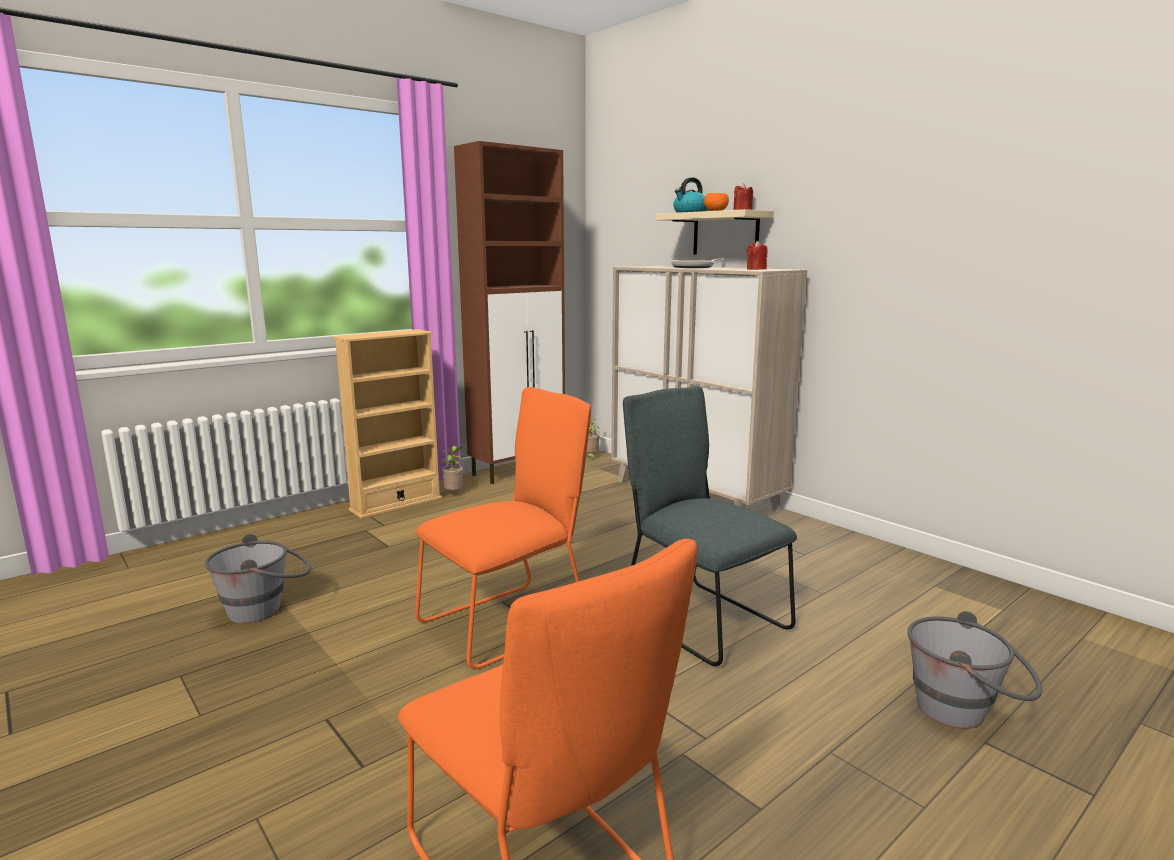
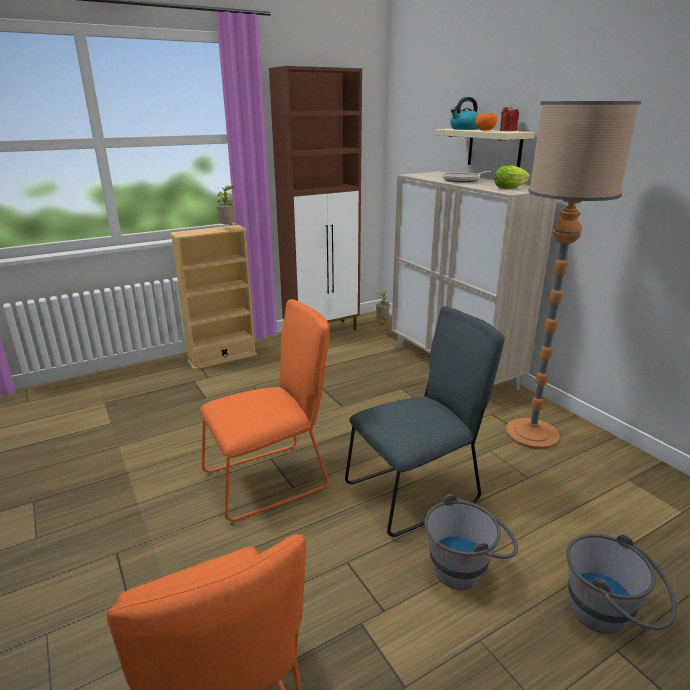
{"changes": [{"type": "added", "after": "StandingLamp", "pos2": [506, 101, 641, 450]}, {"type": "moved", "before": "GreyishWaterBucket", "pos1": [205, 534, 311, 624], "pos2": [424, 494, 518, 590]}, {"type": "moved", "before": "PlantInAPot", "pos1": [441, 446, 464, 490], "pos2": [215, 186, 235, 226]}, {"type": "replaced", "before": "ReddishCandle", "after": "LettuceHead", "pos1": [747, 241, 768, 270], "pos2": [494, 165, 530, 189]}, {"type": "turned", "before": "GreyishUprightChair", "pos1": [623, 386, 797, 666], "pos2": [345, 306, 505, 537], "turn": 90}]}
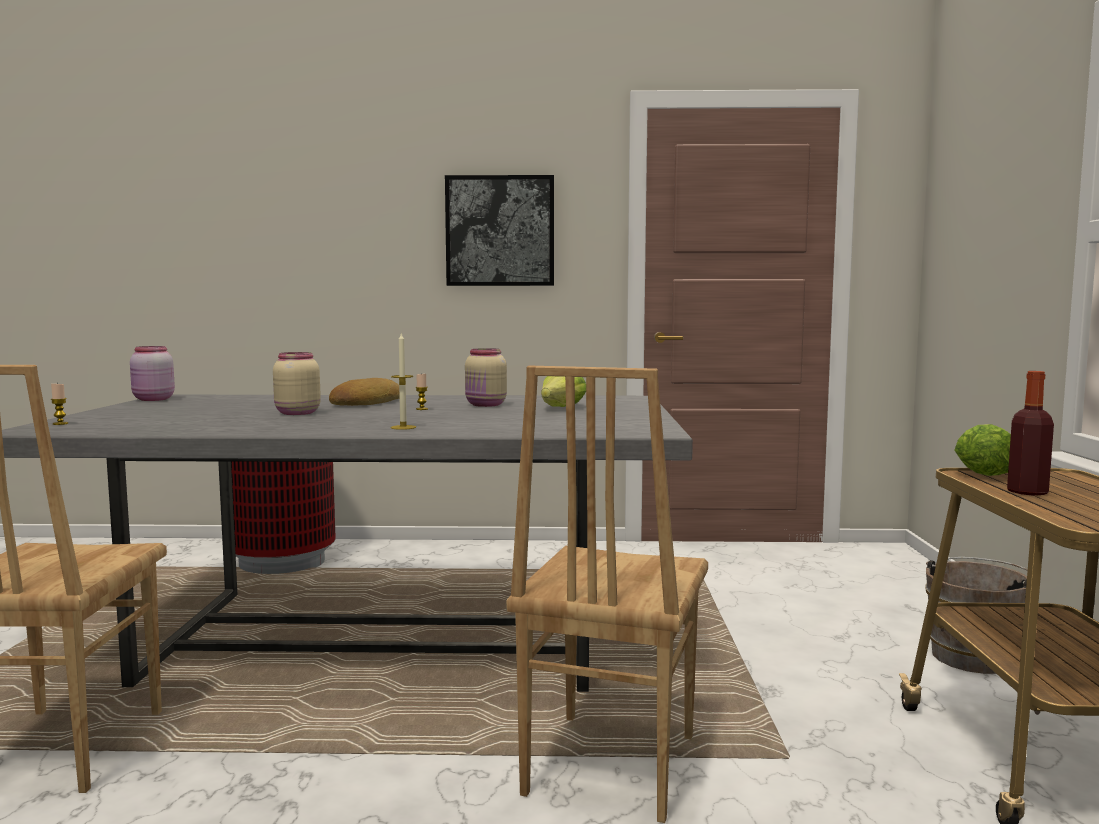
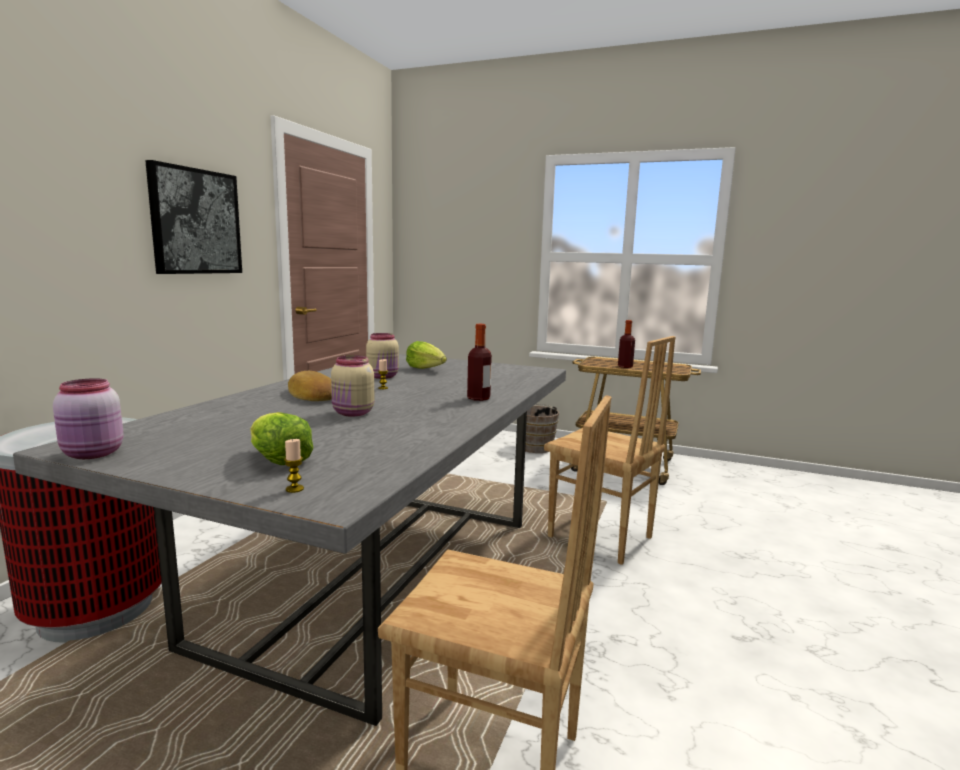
{"changes": [{"type": "moved", "before": "LettuceHead", "pos1": [954, 424, 1011, 476], "pos2": [250, 412, 313, 465]}, {"type": "replaced", "before": "Candle", "after": "Bottle", "pos1": [391, 333, 416, 430], "pos2": [467, 324, 492, 401]}]}
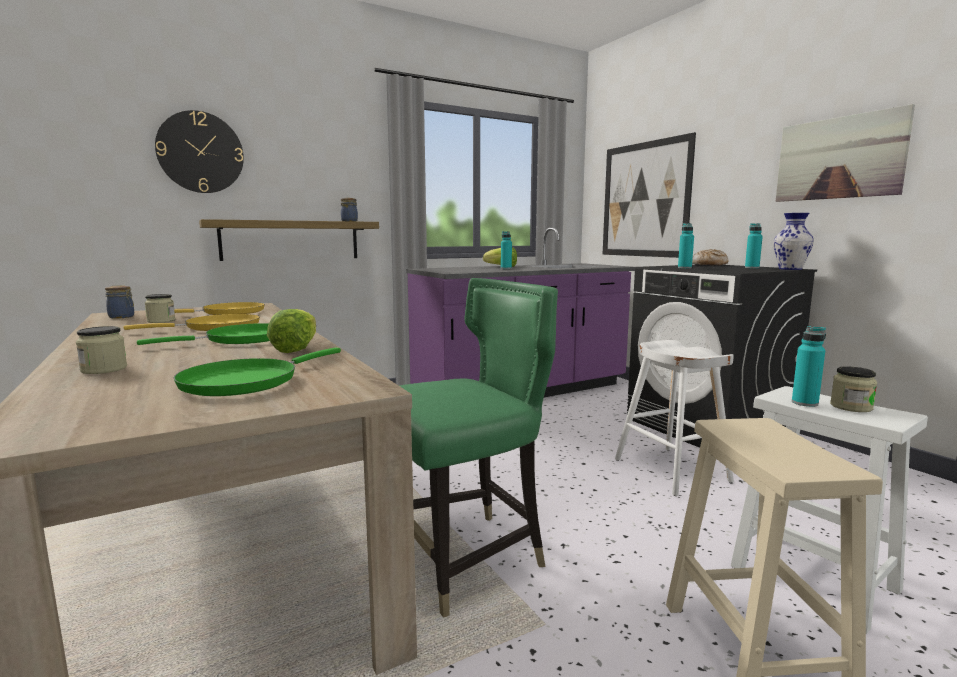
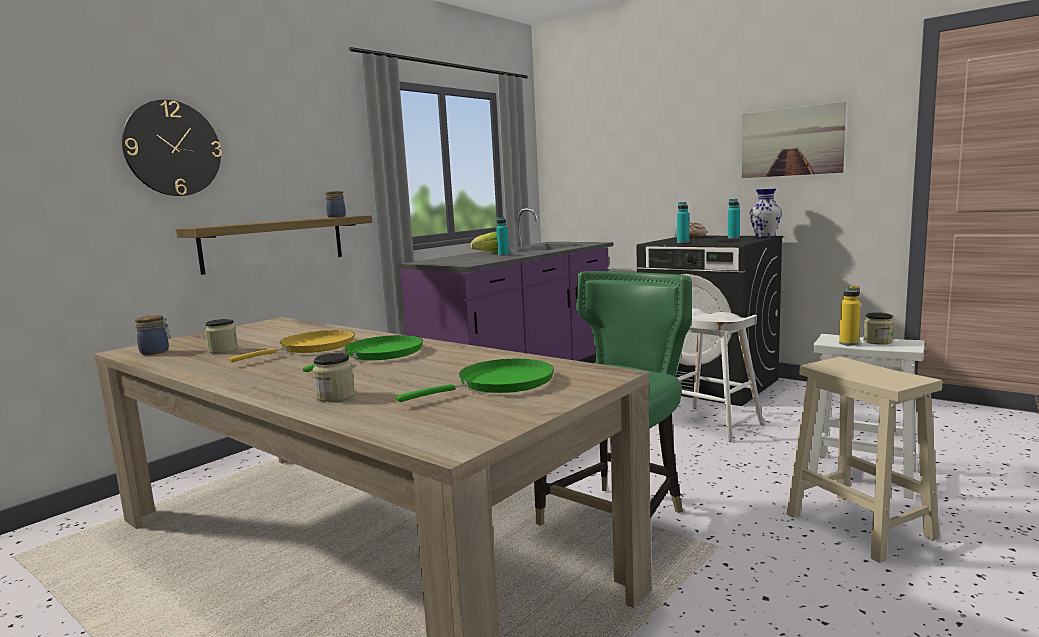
{"changes": [{"type": "removed", "before": "YellowishFryingPan", "pos1": [174, 302, 265, 315]}, {"type": "removed", "before": "LettuceHead", "pos1": [267, 309, 316, 353]}, {"type": "removed", "before": "WallArt", "pos1": [602, 132, 696, 258]}, {"type": "recoloured", "before": "TurquoiseBottle", "after": "YellowishBottle", "pos1": [792, 326, 826, 407], "pos2": [839, 286, 861, 346]}, {"type": "turned", "before": "GreenishFryingPan", "pos1": [174, 347, 341, 396], "pos2": [396, 359, 554, 402], "turn": -135}]}
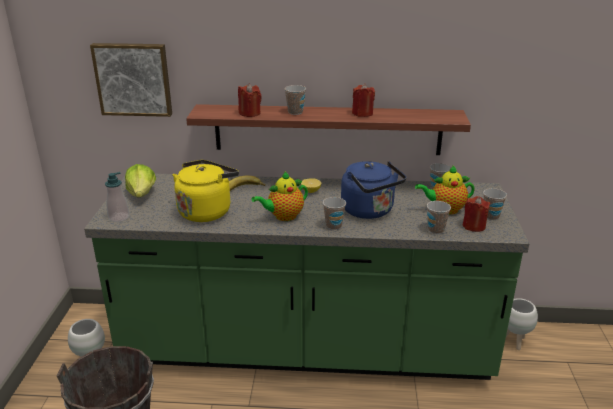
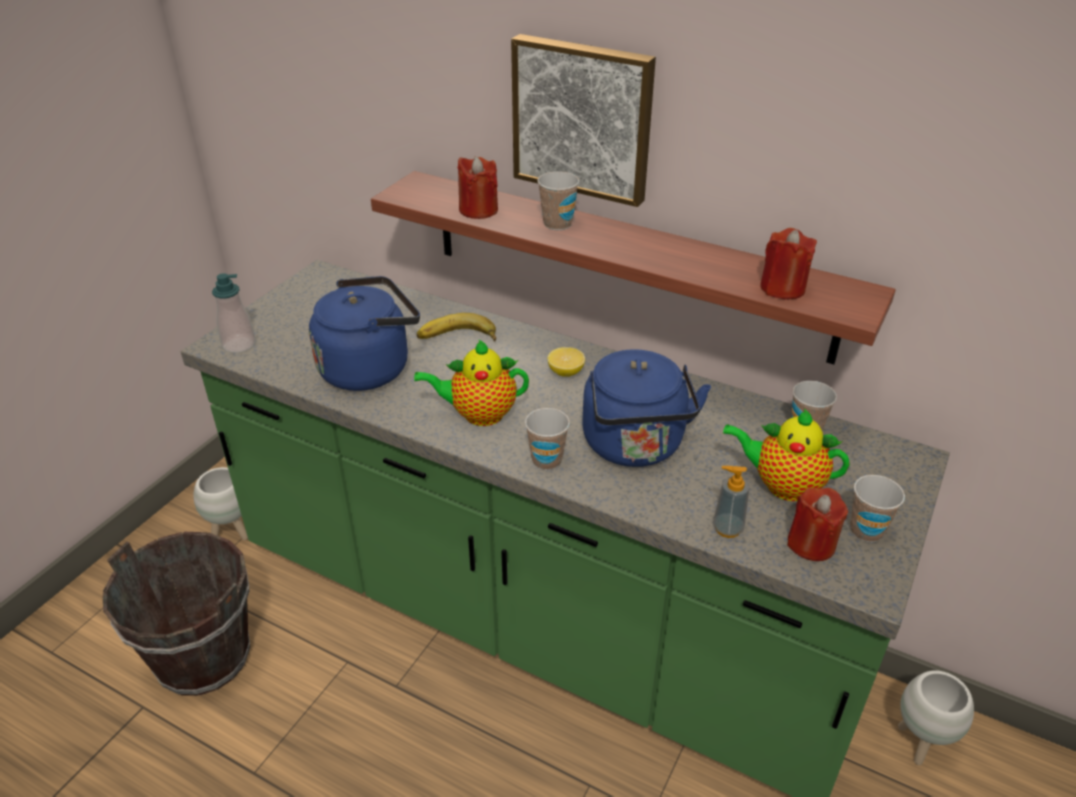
{"changes": [{"type": "removed", "before": "LettuceHead", "pos1": [125, 164, 156, 197]}, {"type": "moved", "before": "WallArt", "pos1": [90, 43, 172, 117], "pos2": [511, 34, 656, 207]}, {"type": "moved", "before": "ReddishCandle", "pos1": [352, 83, 375, 117], "pos2": [760, 228, 817, 299]}, {"type": "replaced", "before": "DrinkingCup", "after": "SoapBottle", "pos1": [427, 201, 451, 234], "pos2": [713, 466, 750, 538]}, {"type": "recoloured", "before": "YellowishWaterKettle", "after": "BlueColouredWaterKettle", "pos1": [173, 160, 239, 222], "pos2": [309, 276, 420, 391]}]}
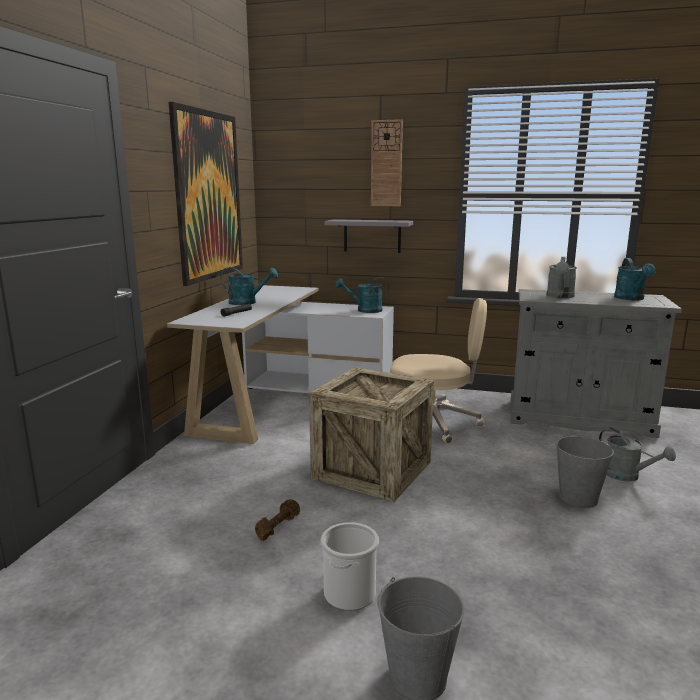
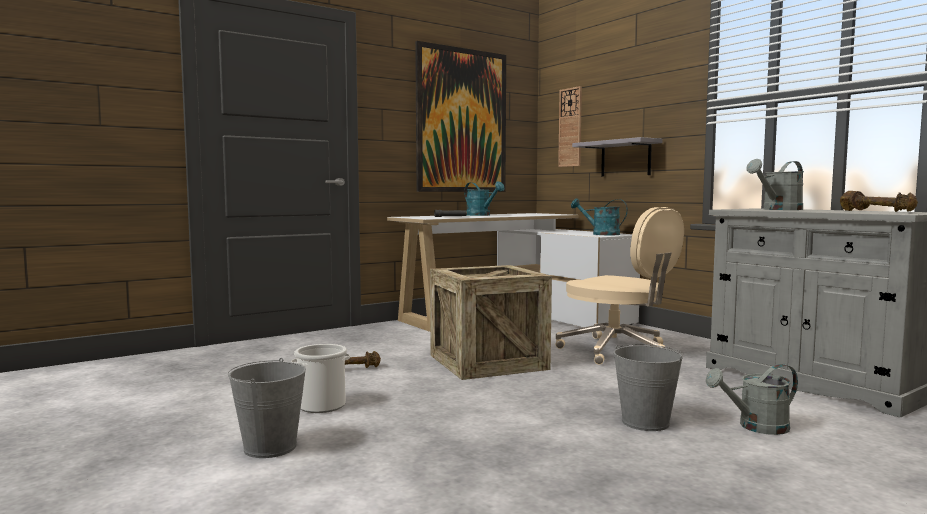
{"changes": [{"type": "moved", "before": "WallClock", "pos1": [371, 119, 403, 206], "pos2": [558, 86, 582, 167]}, {"type": "replaced", "before": "TurquoiseSprinklingCan", "after": "BrownColouredHandWeight", "pos1": [614, 258, 656, 300], "pos2": [840, 191, 918, 212]}, {"type": "turned", "before": "GreyishSprinklingCan", "pos1": [599, 428, 676, 482], "pos2": [706, 364, 798, 435], "turn": 75}]}
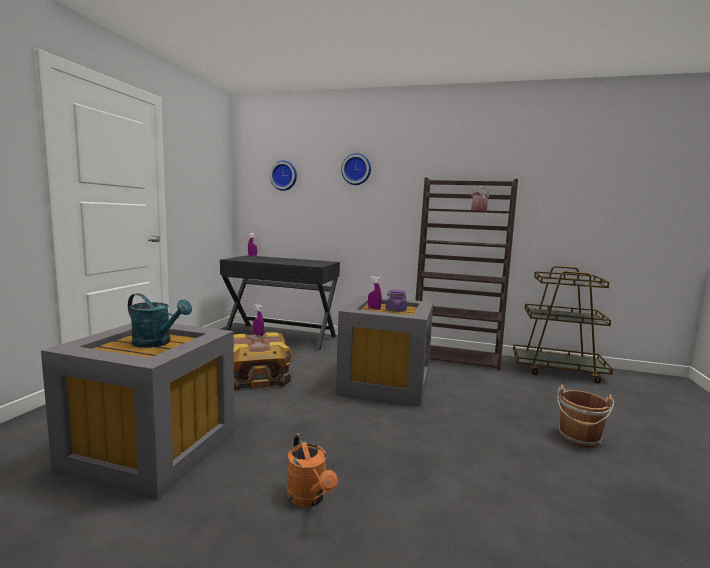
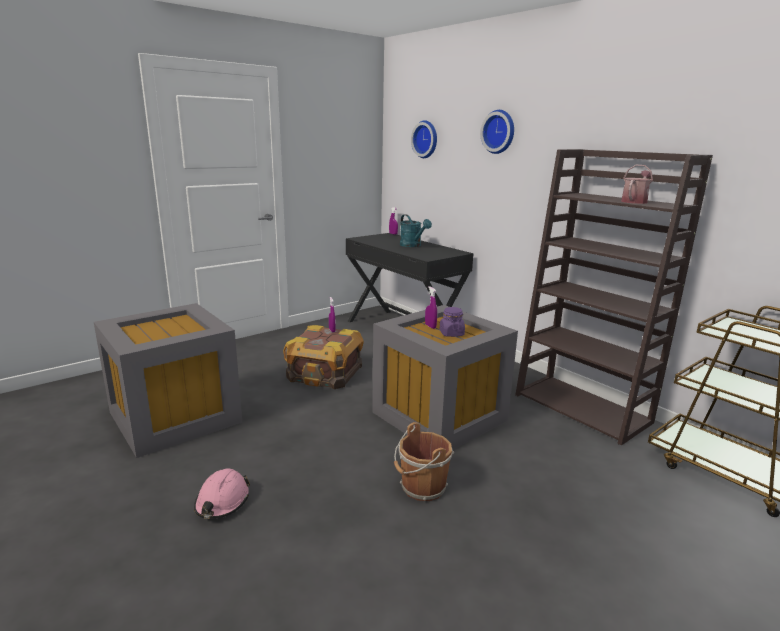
{"changes": [{"type": "moved", "before": "TurquoiseSprinklingCan", "pos1": [128, 293, 192, 348], "pos2": [400, 214, 432, 247]}, {"type": "moved", "before": "BrownColouredWaterBucket", "pos1": [557, 384, 614, 447], "pos2": [394, 422, 454, 501]}, {"type": "replaced", "before": "OrangeySprinklingCan", "after": "PinkWorkHelmet", "pos1": [287, 433, 338, 507], "pos2": [194, 468, 250, 519]}]}
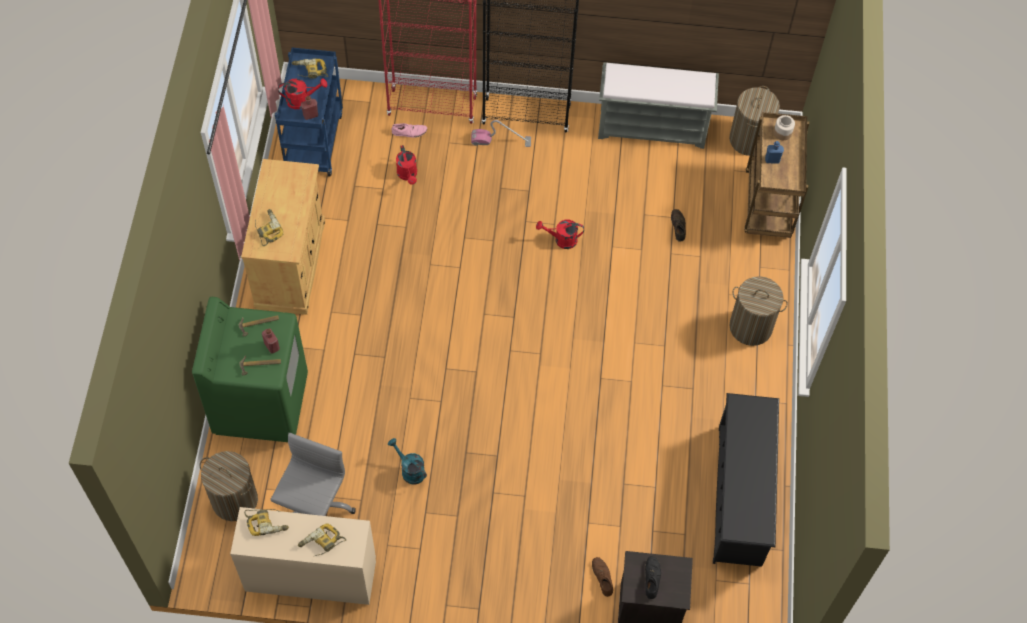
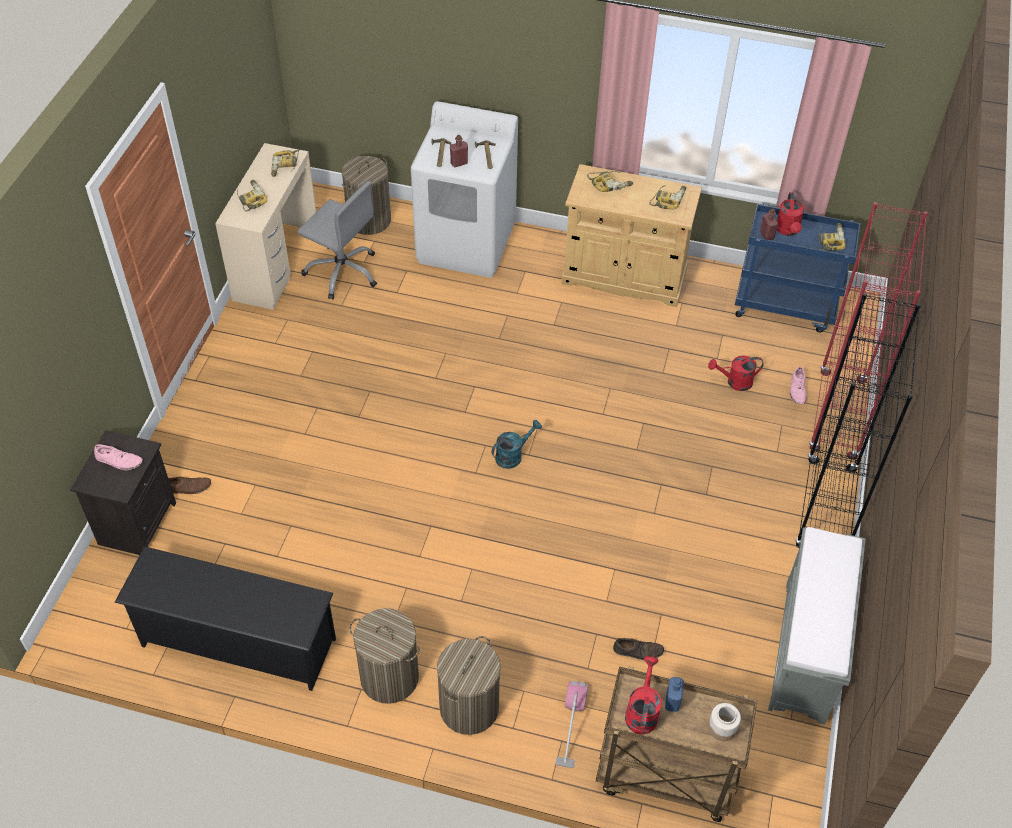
{"changes": [{"type": "added", "after": "Drill", "pos2": [649, 185, 686, 209]}, {"type": "moved", "before": "TurquoiseSprinklingCan", "pos1": [388, 438, 427, 485], "pos2": [492, 420, 542, 469]}, {"type": "moved", "before": "Vacuum", "pos1": [471, 120, 531, 147], "pos2": [555, 681, 588, 768]}, {"type": "moved", "before": "ReddishSprinklingCan", "pos1": [536, 220, 584, 249], "pos2": [625, 656, 662, 735]}, {"type": "moved", "before": "LaundryBasket", "pos1": [729, 86, 780, 156], "pos2": [350, 608, 420, 704]}, {"type": "recoloured", "before": "GreenishWashingMachine", "after": "WhiteWashingMachine", "pos1": [192, 297, 308, 442], "pos2": [411, 101, 518, 278]}, {"type": "recoloured", "before": "BlackLowShoe", "after": "PinkLowShoe", "pos1": [645, 556, 661, 599], "pos2": [94, 444, 143, 470]}]}
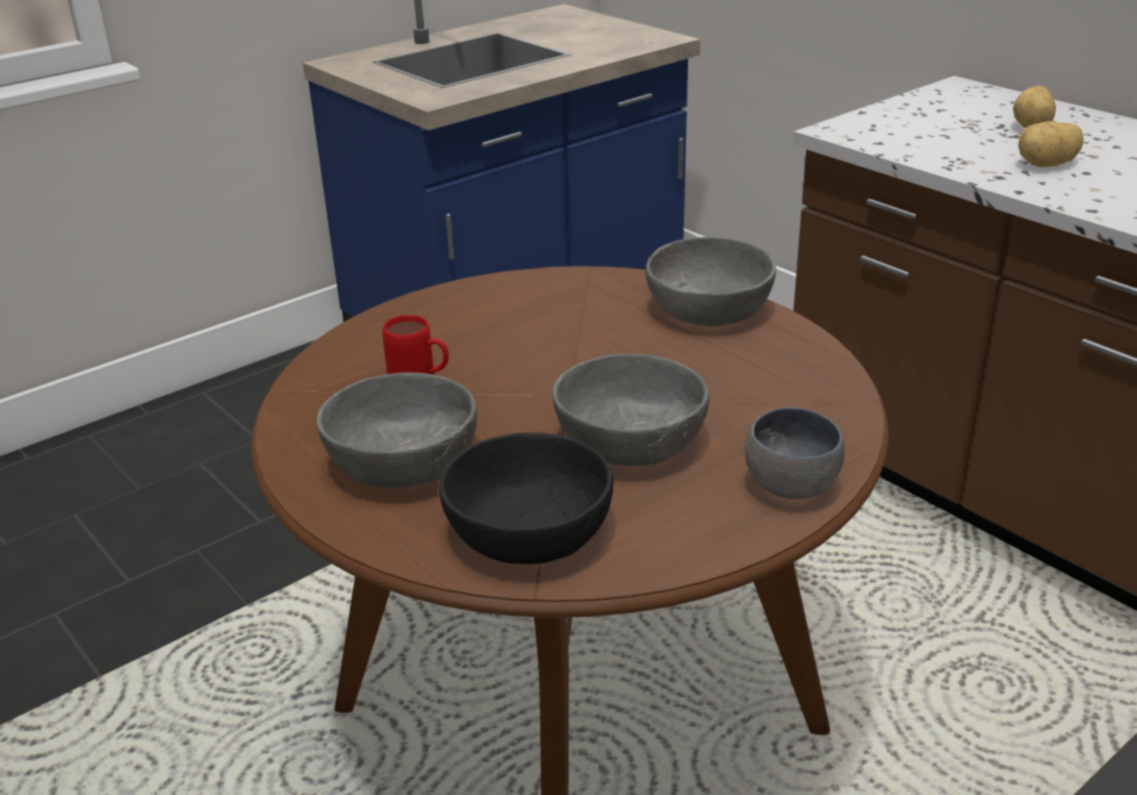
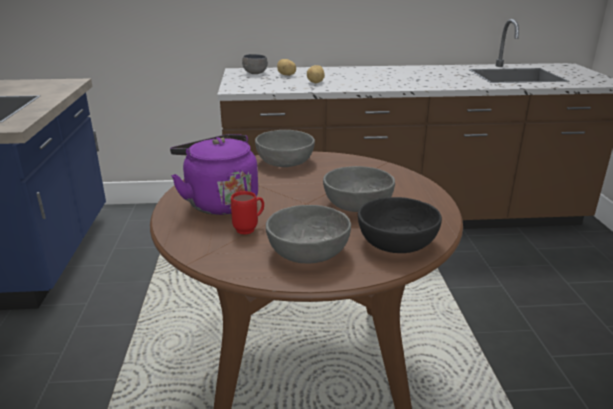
{"changes": [{"type": "added", "after": "PurpleColouredWaterKettle", "pos2": [170, 134, 258, 215]}, {"type": "moved", "before": "GreyishBowl", "pos1": [744, 407, 845, 499], "pos2": [242, 54, 268, 74]}]}
